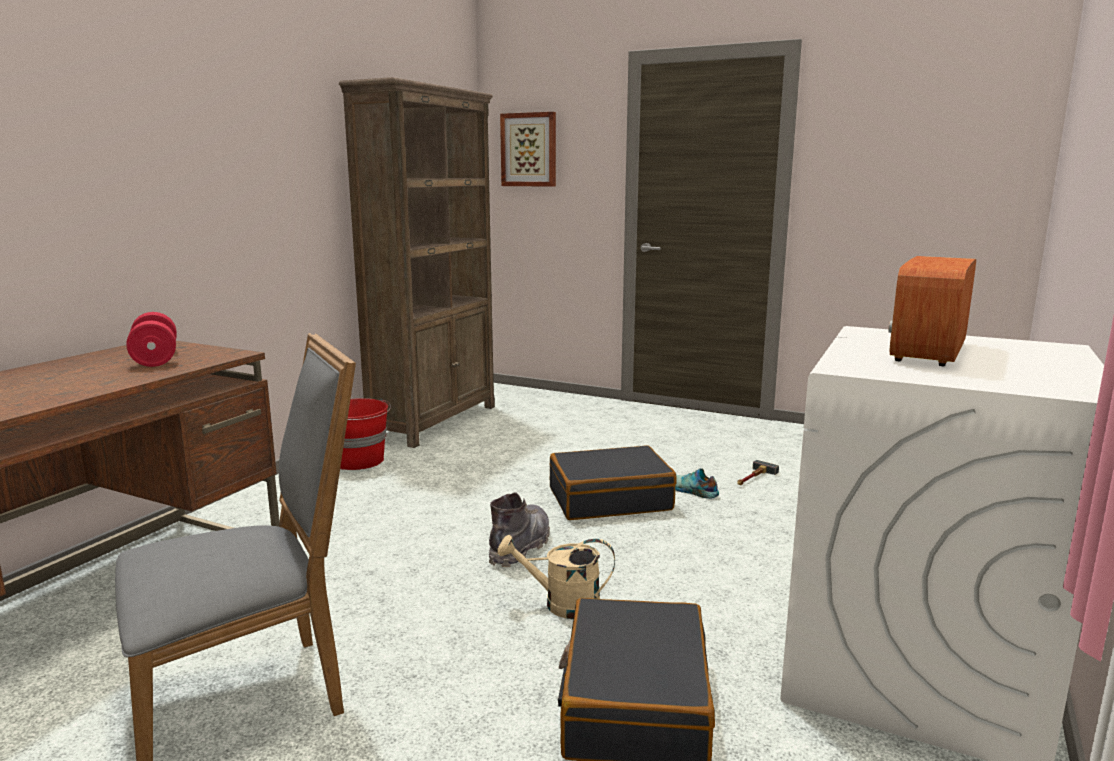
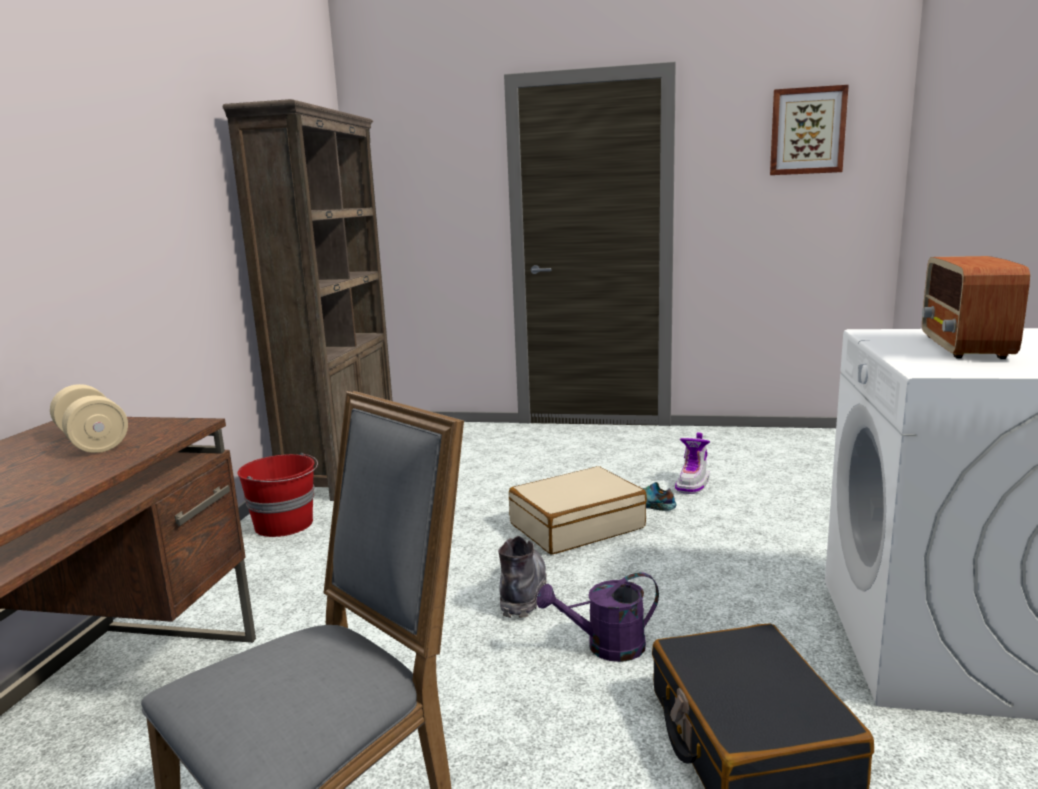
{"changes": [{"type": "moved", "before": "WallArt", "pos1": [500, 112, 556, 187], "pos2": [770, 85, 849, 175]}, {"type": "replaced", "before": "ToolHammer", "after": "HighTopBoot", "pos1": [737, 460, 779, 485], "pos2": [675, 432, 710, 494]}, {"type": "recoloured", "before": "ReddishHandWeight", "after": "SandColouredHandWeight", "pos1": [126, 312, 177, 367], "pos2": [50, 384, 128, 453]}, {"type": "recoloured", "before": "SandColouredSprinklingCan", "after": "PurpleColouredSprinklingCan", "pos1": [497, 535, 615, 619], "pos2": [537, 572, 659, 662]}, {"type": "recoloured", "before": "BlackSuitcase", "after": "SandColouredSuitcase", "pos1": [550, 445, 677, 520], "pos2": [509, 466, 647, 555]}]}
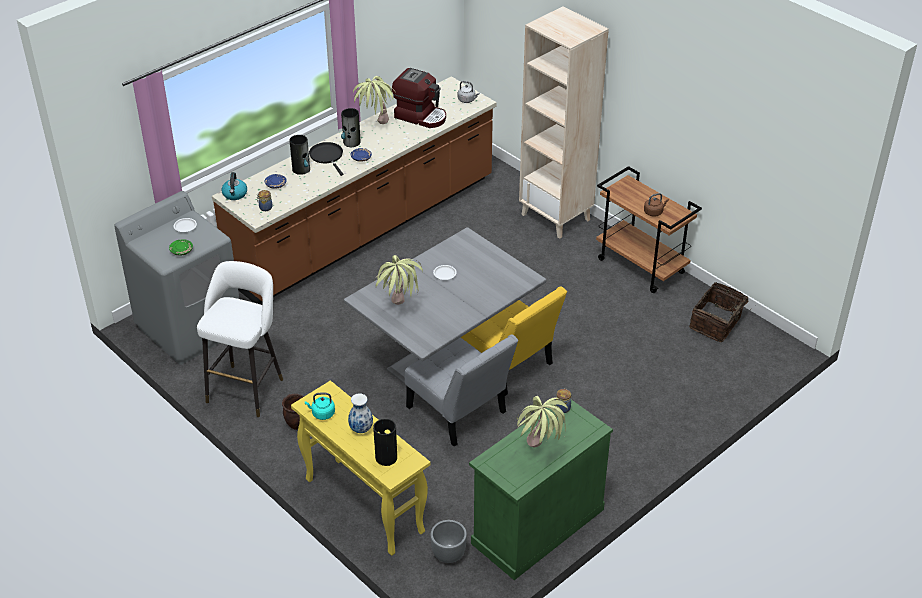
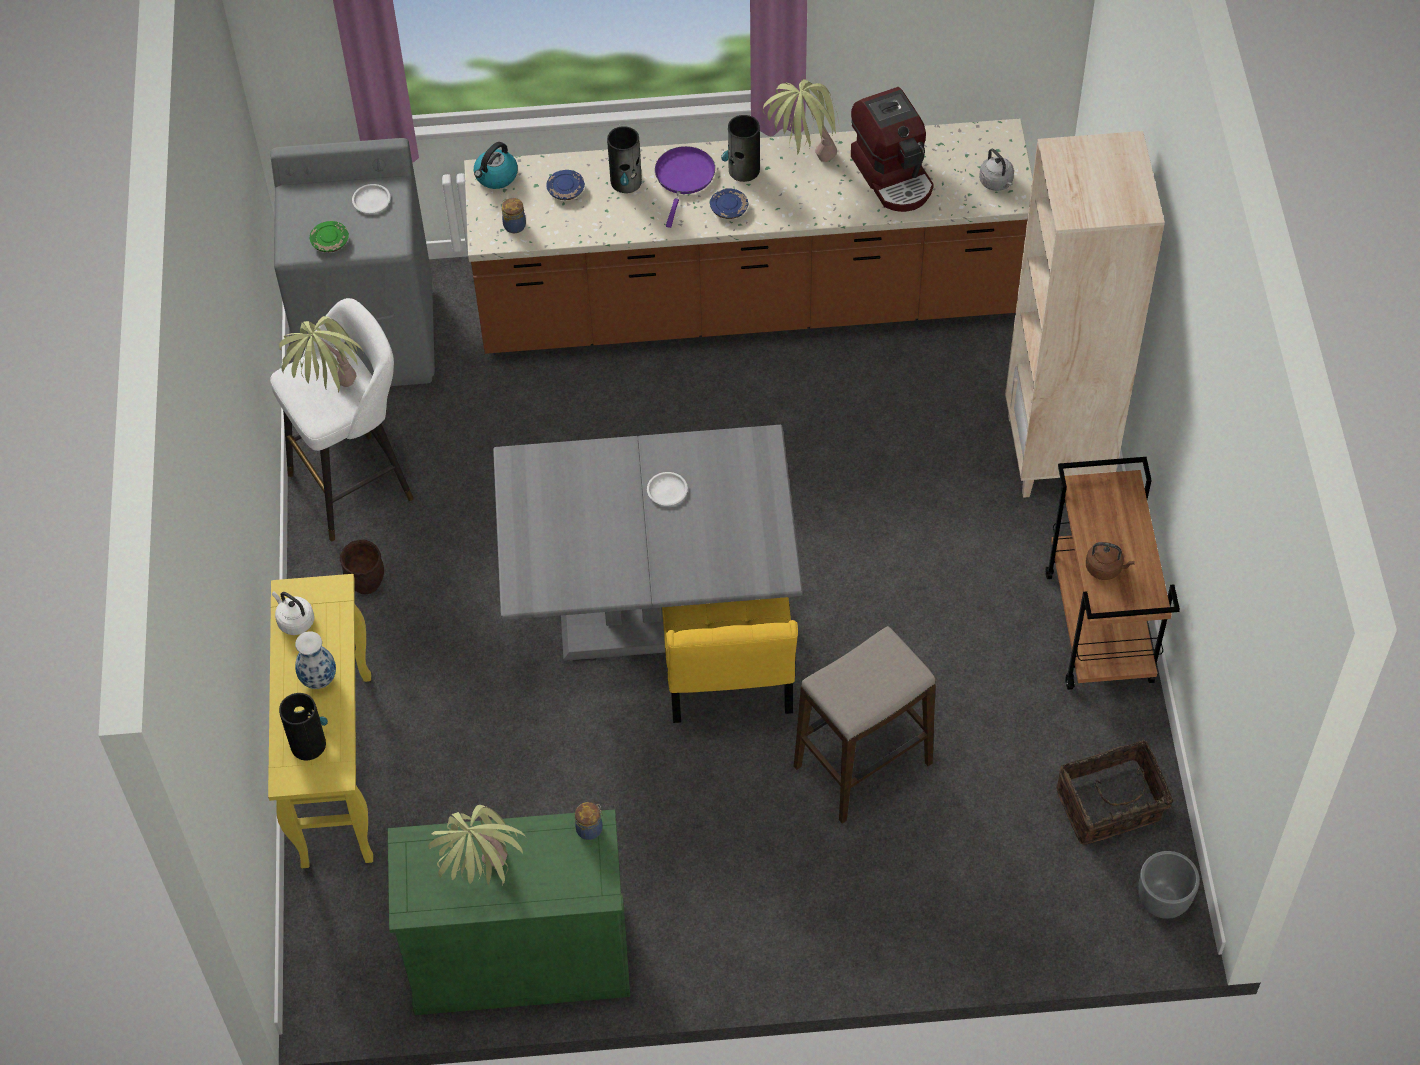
{"changes": [{"type": "removed", "before": "GreyishUprightChair", "pos1": [405, 334, 518, 446]}, {"type": "added", "after": "Stool", "pos2": [794, 626, 936, 824]}, {"type": "moved", "before": "PlantInAPot", "pos1": [374, 255, 423, 305], "pos2": [279, 316, 364, 392]}, {"type": "moved", "before": "GreyishFlowerPot", "pos1": [430, 520, 467, 563], "pos2": [1138, 851, 1200, 919]}, {"type": "recoloured", "before": "TurquoiseWaterKettle", "after": "WhiteWaterKettle", "pos1": [305, 392, 335, 420], "pos2": [272, 591, 314, 635]}, {"type": "recoloured", "before": "BlackFryingPan", "after": "PurpleColouredFryingPan", "pos1": [309, 142, 343, 176], "pos2": [655, 146, 715, 228]}]}
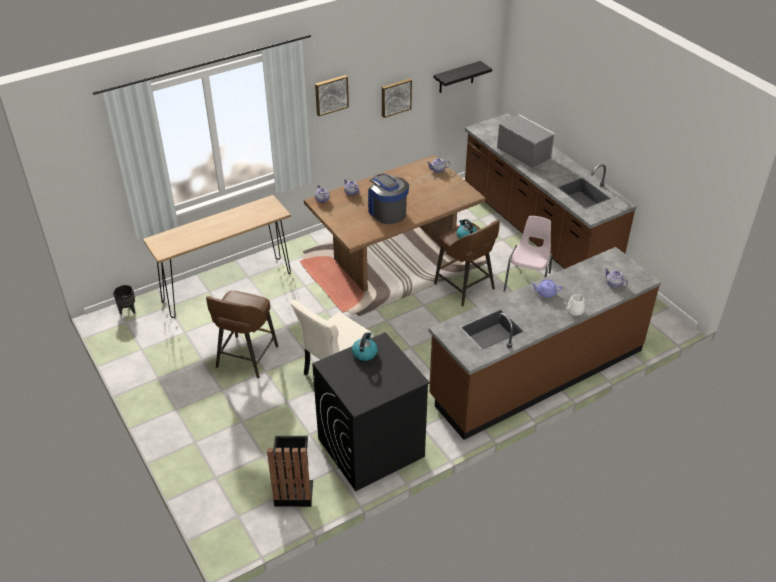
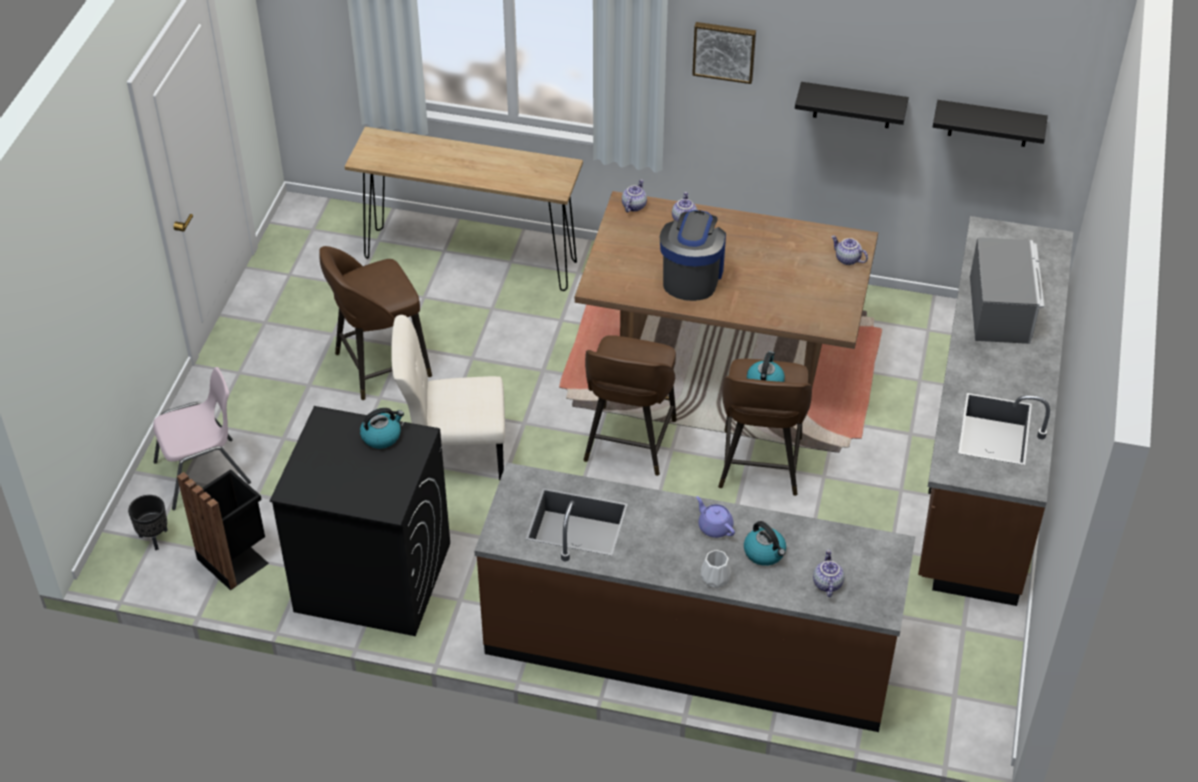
{"changes": [{"type": "added", "after": "BrownColouredStool", "pos2": [584, 336, 677, 476]}, {"type": "added", "after": "WaterKettle", "pos2": [744, 521, 786, 566]}, {"type": "moved", "before": "BlackFlowerPot", "pos1": [113, 285, 136, 315], "pos2": [128, 495, 168, 550]}, {"type": "moved", "before": "PinkUprightChair", "pos1": [504, 216, 553, 292], "pos2": [153, 367, 251, 510]}, {"type": "replaced", "before": "WallArt", "after": "BlackShelf", "pos1": [382, 79, 412, 118], "pos2": [795, 82, 909, 128]}]}
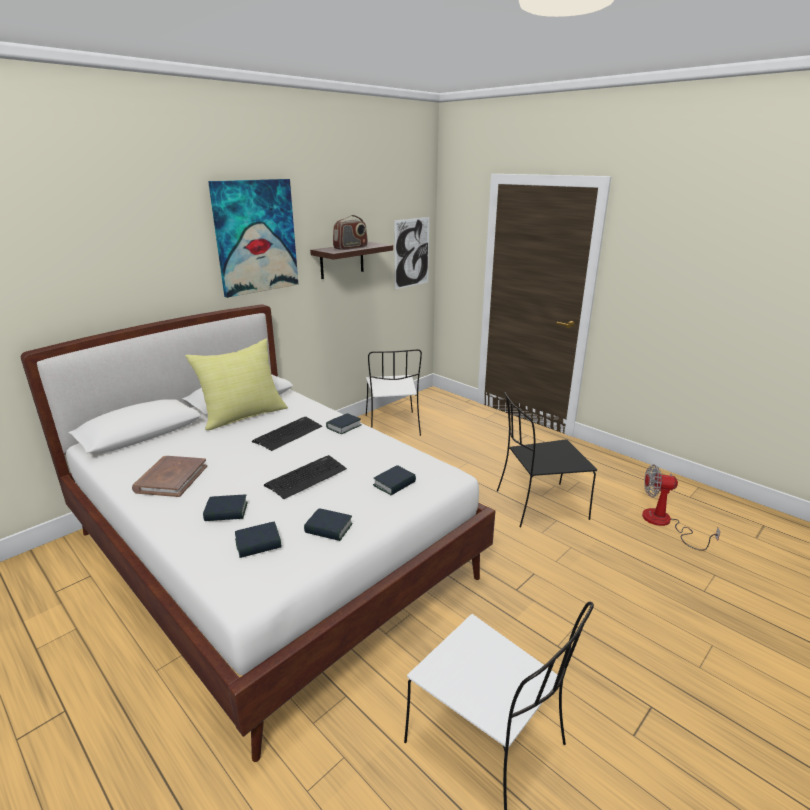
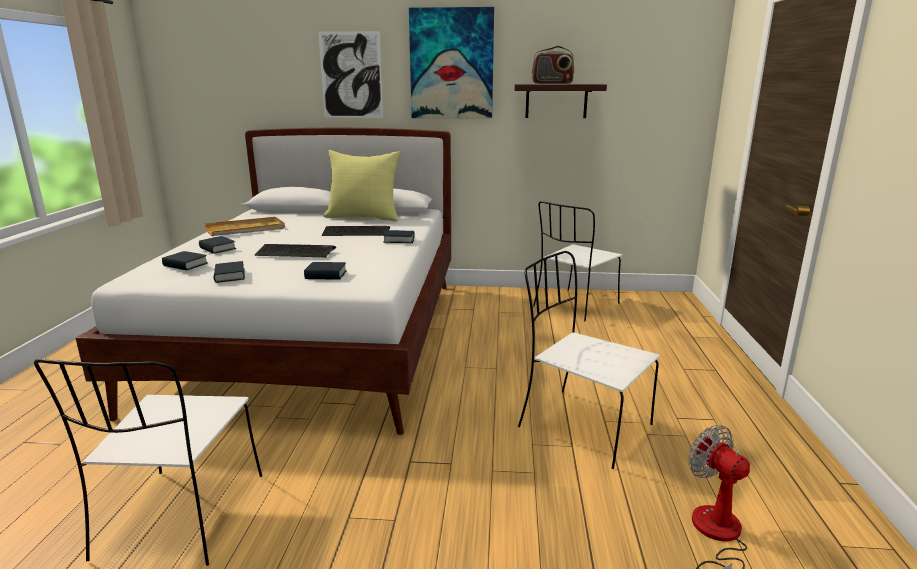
{"changes": [{"type": "moved", "before": "WallArt", "pos1": [394, 217, 429, 289], "pos2": [318, 31, 383, 118]}, {"type": "replaced", "before": "BrownColouredBook", "after": "SandColouredServingTray", "pos1": [132, 456, 207, 497], "pos2": [204, 217, 285, 236]}, {"type": "recoloured", "before": "BlackUprightChair", "after": "WhiteUprightChair", "pos1": [497, 392, 597, 527], "pos2": [518, 251, 660, 469]}]}
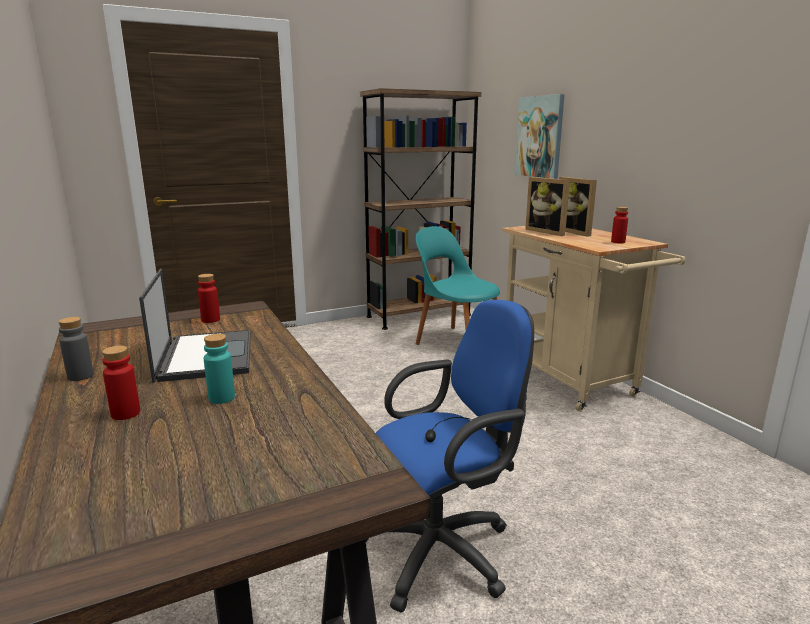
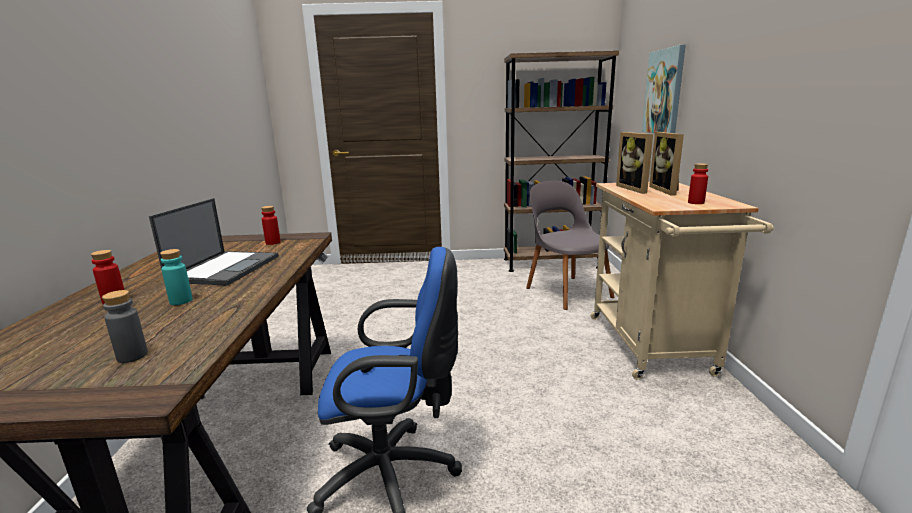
{"changes": [{"type": "moved", "before": "GreyishBottle", "pos1": [58, 317, 94, 381], "pos2": [102, 290, 148, 363]}, {"type": "recoloured", "before": "TurquoiseUprightChair", "after": "GreyishUprightChair", "pos1": [416, 226, 500, 345], "pos2": [526, 181, 614, 310]}]}
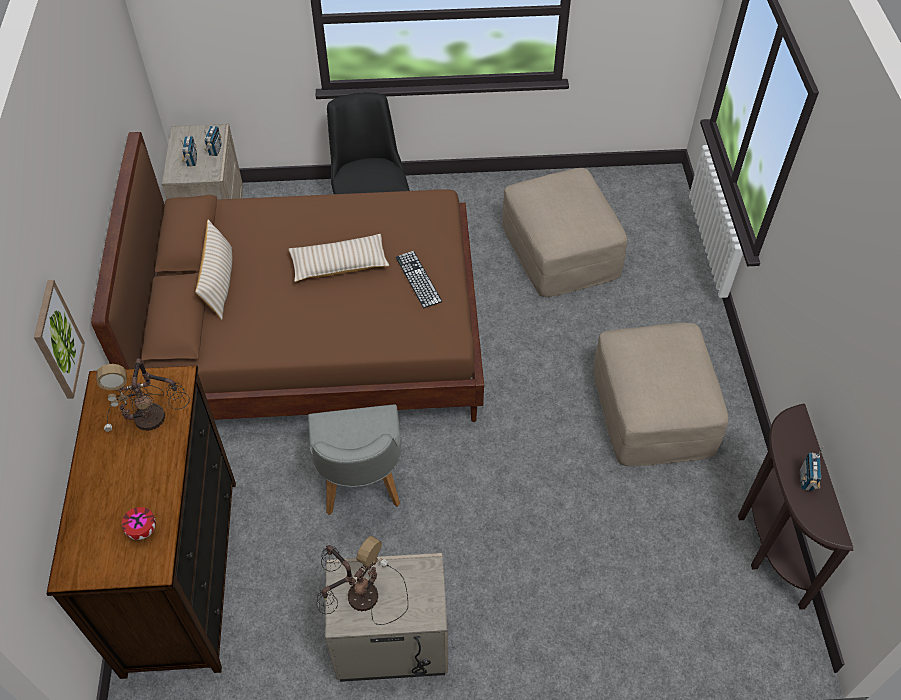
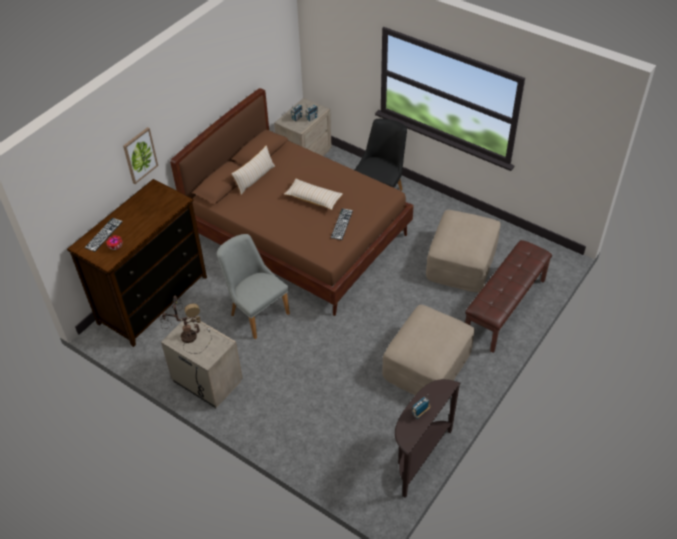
{"changes": [{"type": "removed", "before": "TabletopLamp", "pos1": [96, 358, 190, 432]}, {"type": "added", "after": "Keyboard", "pos2": [84, 218, 123, 252]}, {"type": "added", "after": "BrownColouredBench", "pos2": [465, 240, 552, 353]}, {"type": "turned", "before": "GreyishUprightChair", "pos1": [308, 405, 402, 515], "pos2": [217, 234, 290, 339], "turn": 105}]}
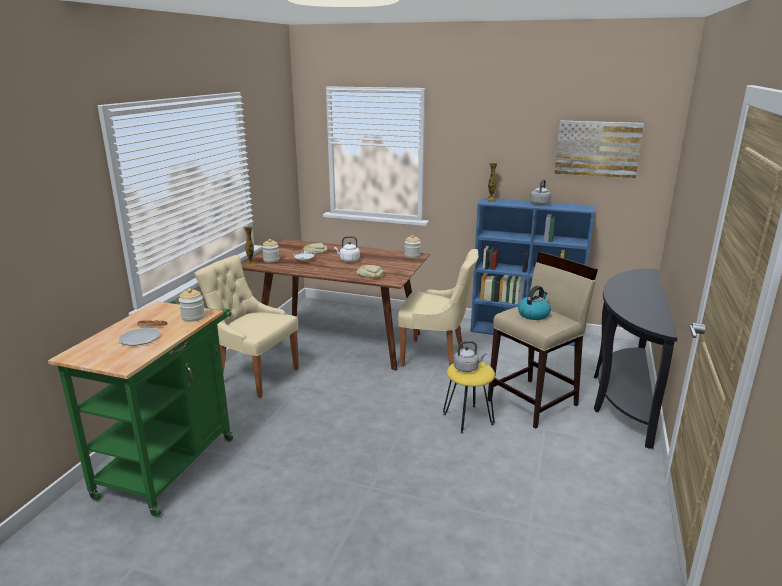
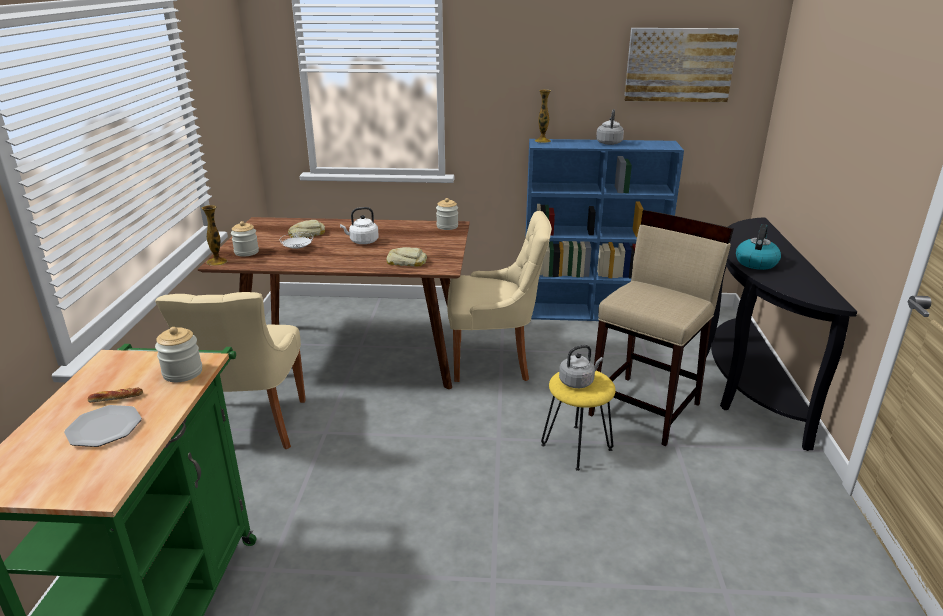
{"changes": [{"type": "moved", "before": "WaterKettle", "pos1": [518, 286, 551, 320], "pos2": [736, 224, 781, 270]}, {"type": "turned", "before": "SandColouredUprightChair", "pos1": [194, 255, 299, 398], "pos2": [155, 292, 306, 449], "turn": -105}]}
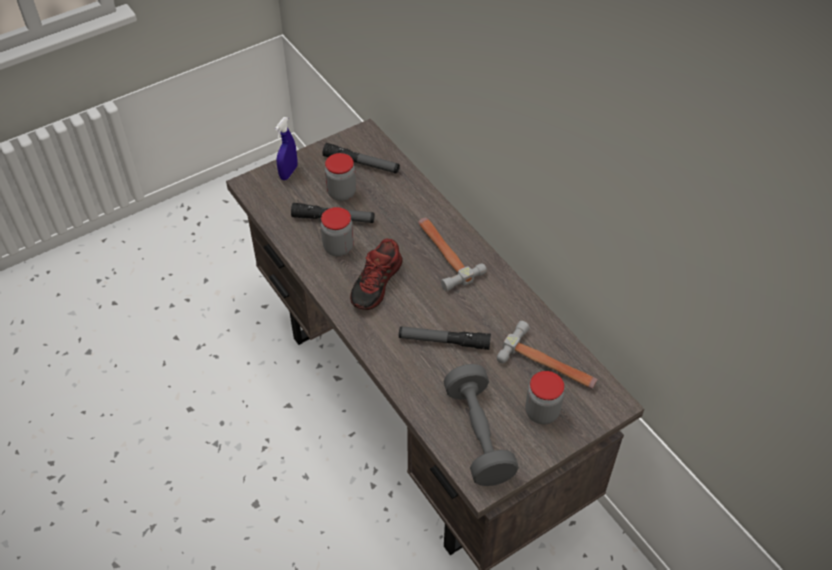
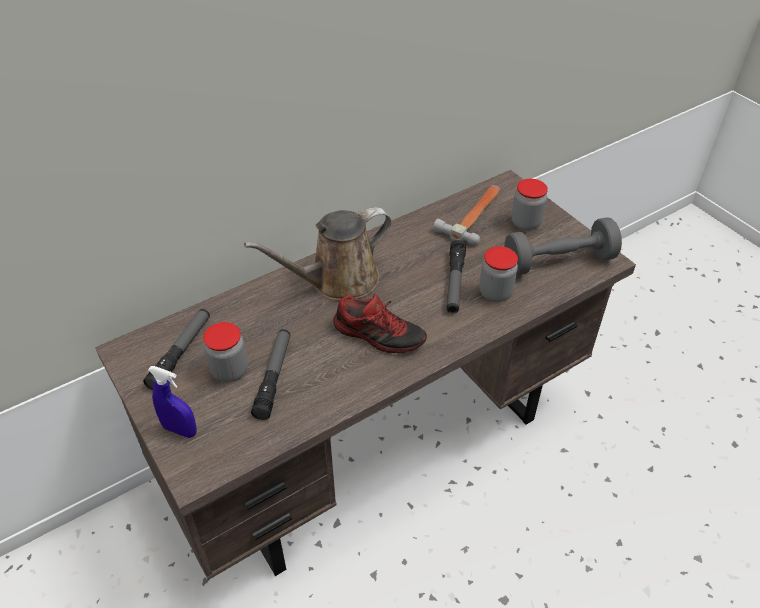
{"changes": [{"type": "moved", "before": "StorageJar", "pos1": [321, 207, 354, 256], "pos2": [479, 246, 518, 302]}, {"type": "replaced", "before": "ToolHammer", "after": "BrownColouredSprinklingCan", "pos1": [418, 217, 487, 292], "pos2": [244, 207, 392, 300]}]}
